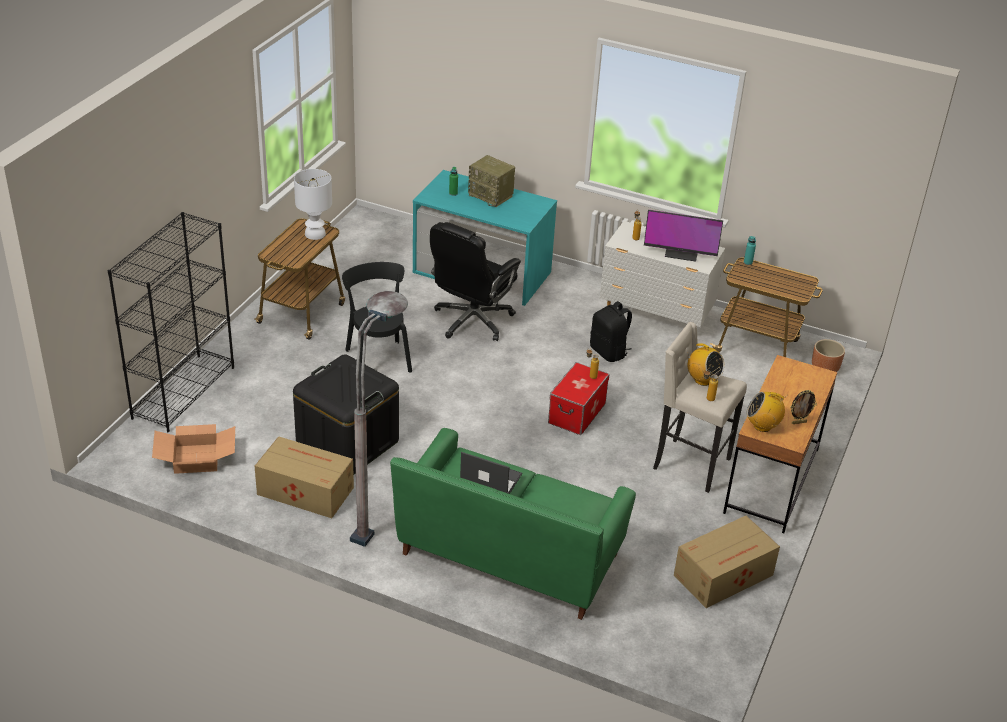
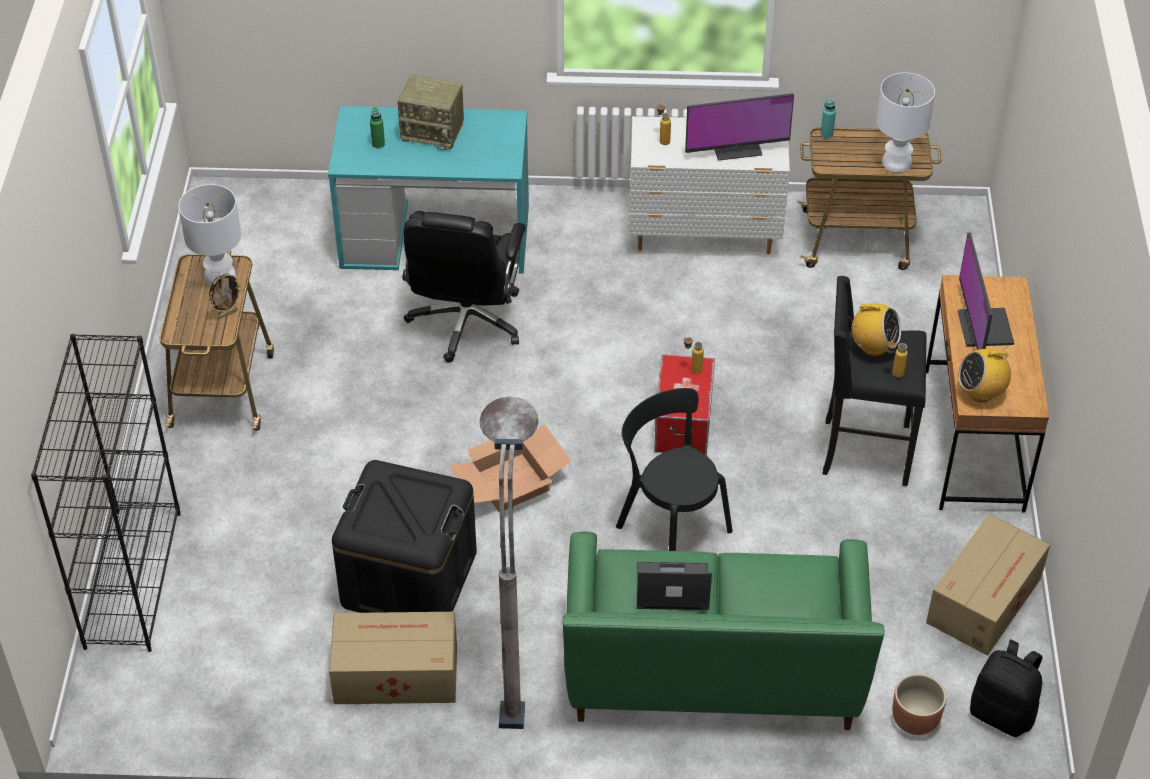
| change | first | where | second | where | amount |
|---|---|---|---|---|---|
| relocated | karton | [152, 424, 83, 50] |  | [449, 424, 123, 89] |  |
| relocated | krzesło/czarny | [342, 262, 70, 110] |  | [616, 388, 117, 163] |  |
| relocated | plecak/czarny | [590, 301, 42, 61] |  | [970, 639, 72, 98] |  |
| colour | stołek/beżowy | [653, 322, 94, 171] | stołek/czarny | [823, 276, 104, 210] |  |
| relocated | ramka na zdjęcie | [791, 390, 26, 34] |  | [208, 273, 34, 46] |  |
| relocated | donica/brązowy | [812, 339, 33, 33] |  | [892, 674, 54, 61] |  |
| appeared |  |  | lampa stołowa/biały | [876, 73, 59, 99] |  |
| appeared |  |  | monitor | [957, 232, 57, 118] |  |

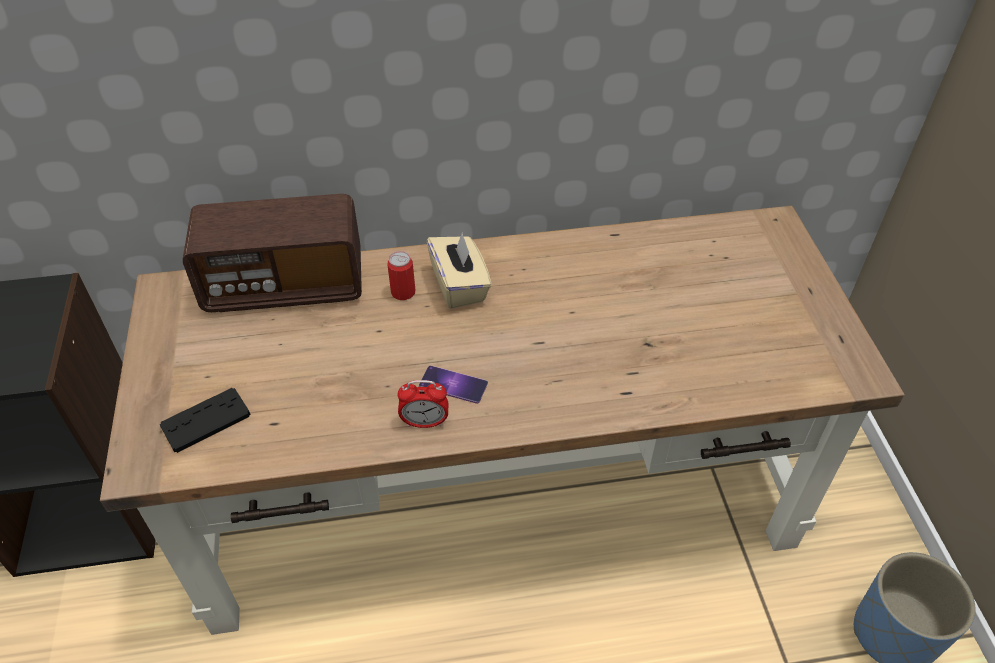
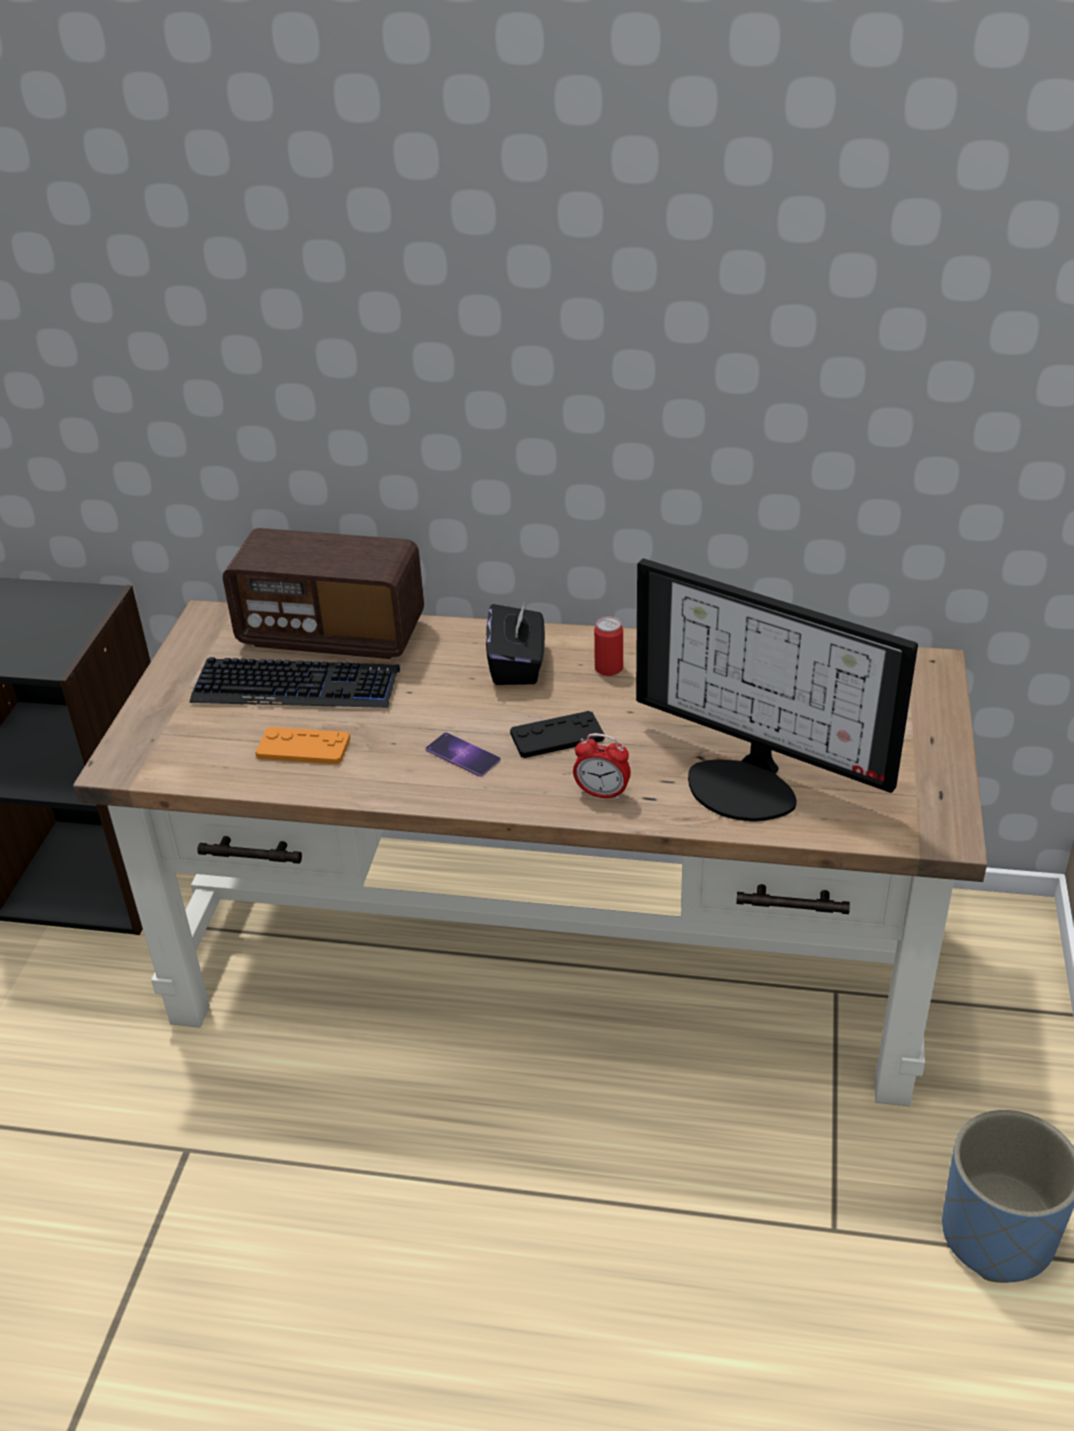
| change | first | where | second | where | amount |
|---|---|---|---|---|---|
| relocated | pad do gier/czarny | [159, 388, 92, 65] |  | [510, 711, 94, 47] |  |
| relocated | puszka | [387, 251, 28, 49] |  | [594, 617, 29, 59] |  |
| relocated | budzik | [397, 380, 51, 48] |  | [573, 733, 58, 67] |  |
| colour | pudełko chusteczek/beżowy | [427, 231, 65, 78] | pudełko chusteczek/czarny | [486, 601, 59, 84] |  |
| appeared |  |  | klawiatura | [189, 657, 211, 51] |  |
| appeared |  |  | pad do gier/pomarańczowy | [255, 727, 96, 37] |  |
| appeared |  |  | monitor | [636, 558, 282, 263] |  |

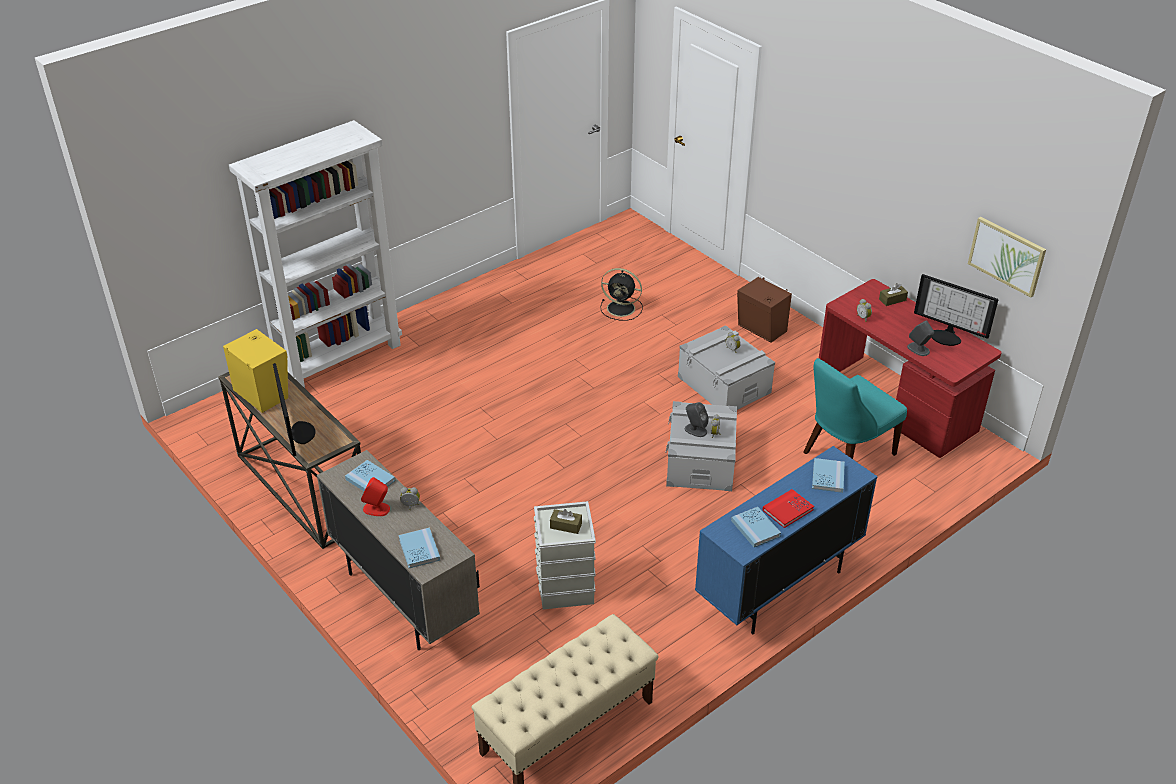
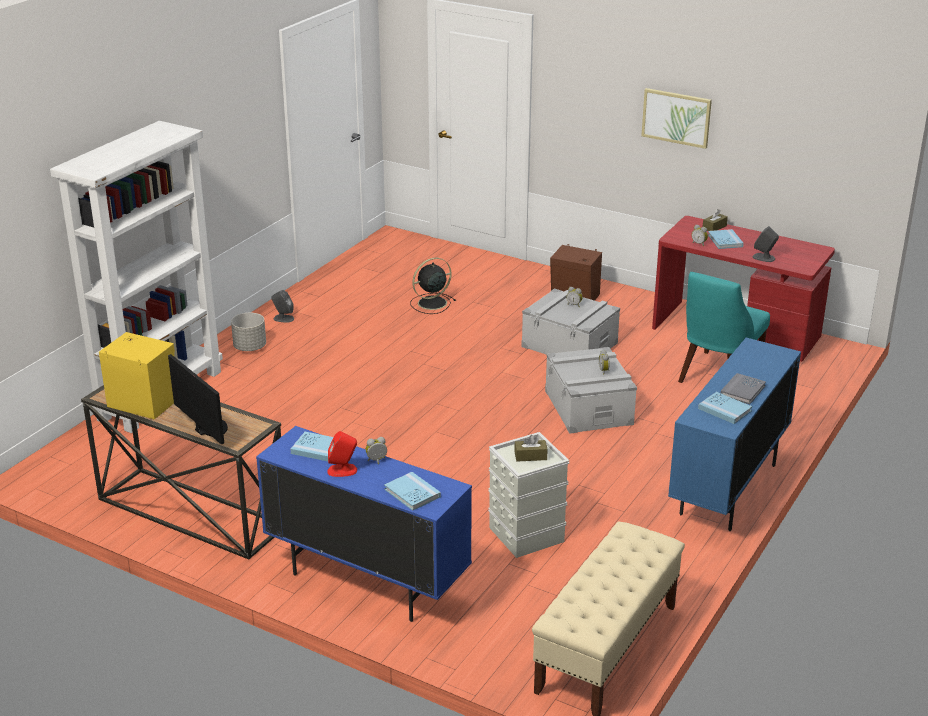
| change | first | where | second | where | amount |
|---|---|---|---|---|---|
| colour | szafka/beżowy | [317, 450, 163, 200] | szafka/niebieski | [256, 426, 216, 196] |  |
| spun | wentylator/czarny | [600, 268, 43, 53] |  | [410, 258, 46, 56] | 150 degrees clockwise |
| relocated | głośnik/szary | [685, 402, 24, 35] |  | [271, 290, 23, 33] |  |
| colour | książka/czerwony | [762, 489, 52, 39] | książka/szary | [721, 373, 45, 31] |  |
| relocated | książka/niebieski | [812, 458, 33, 35] |  | [708, 229, 36, 20] |  |
| missing | monitor | [914, 274, 85, 72] |  |  |  |
| relocated | obraz | [968, 217, 78, 80] |  | [641, 88, 71, 61] |  |
| appeared |  |  | donica/szary | [231, 313, 35, 38] |  |

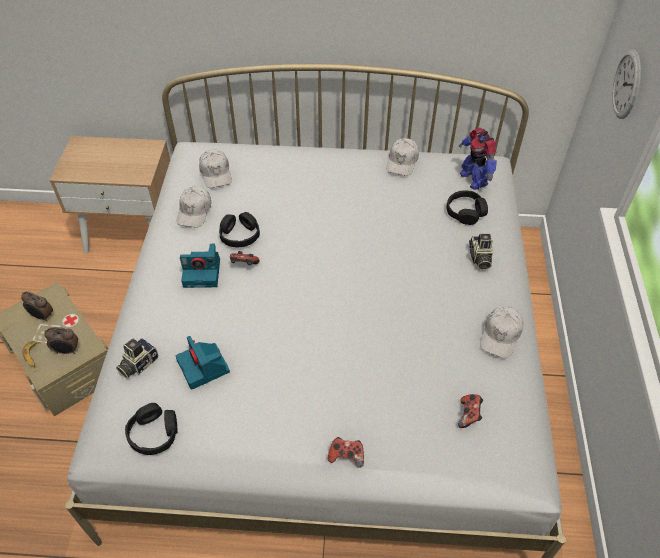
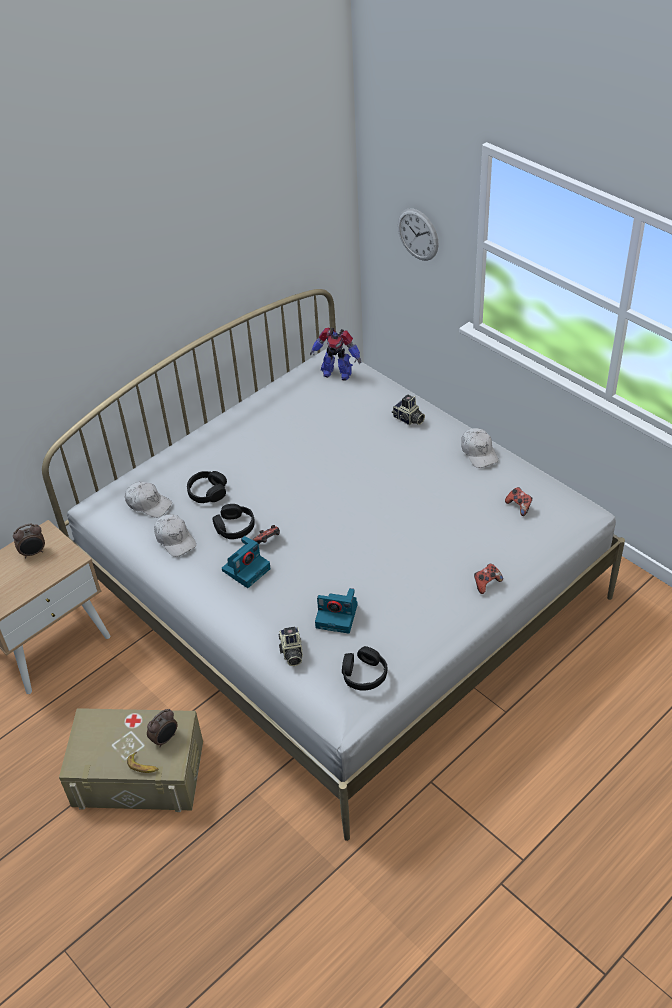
| change | first | where | second | where | amount |
|---|---|---|---|---|---|
| relocated | budzik | [21, 291, 32, 31] |  | [13, 524, 32, 34] |  |
| missing | czapka z daszkiem/biały | [386, 138, 33, 38] |  |  |  |
| relocated | słuchawki/czarny | [446, 190, 42, 35] |  | [187, 471, 40, 32] |  |

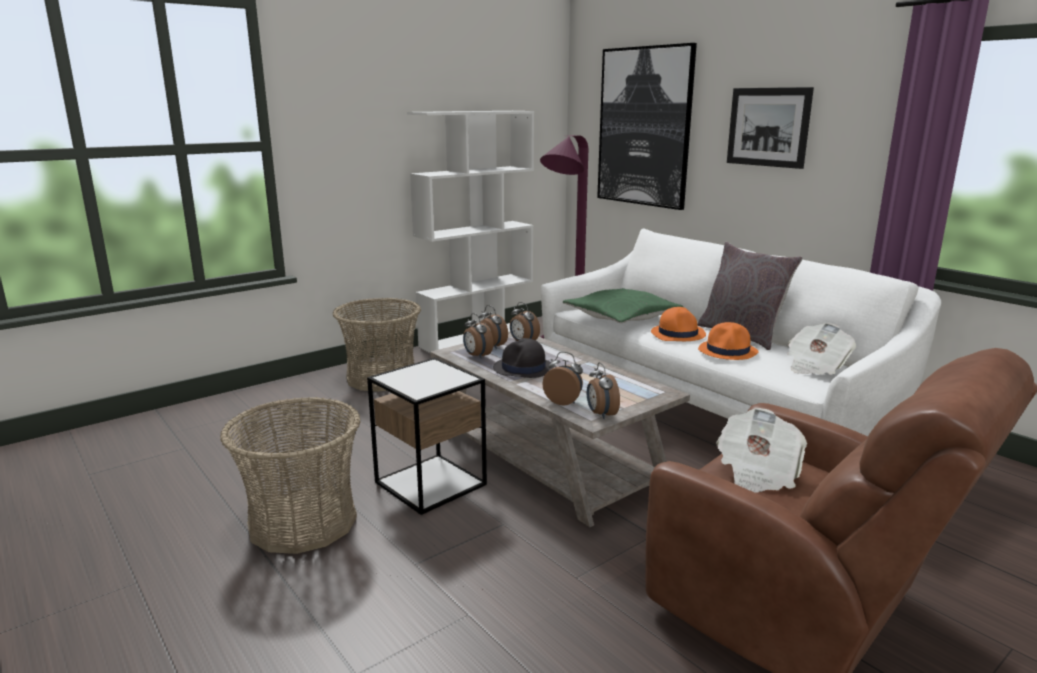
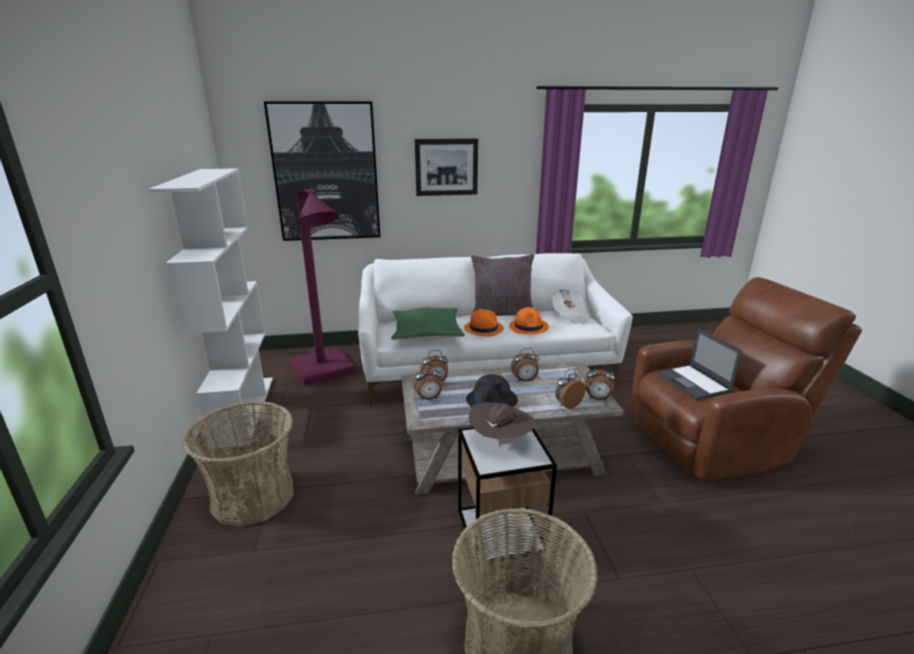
| change | first | where | second | where | amount |
|---|---|---|---|---|---|
| relocated | budzik | [463, 313, 30, 46] |  | [511, 348, 28, 34] |  |
| exchanged | gazeta | [716, 408, 91, 85] | laptop | [657, 328, 85, 72] |  |
| appeared |  |  | kapelusz/brązowy | [469, 402, 66, 46] |  |

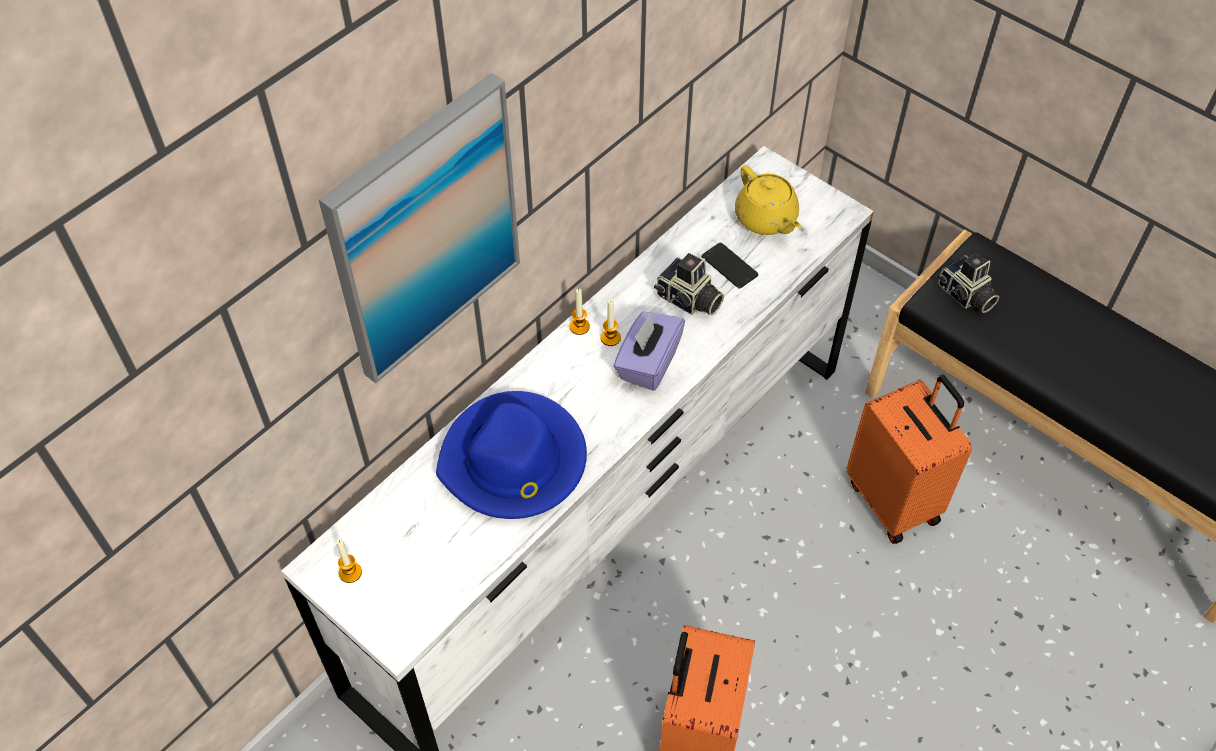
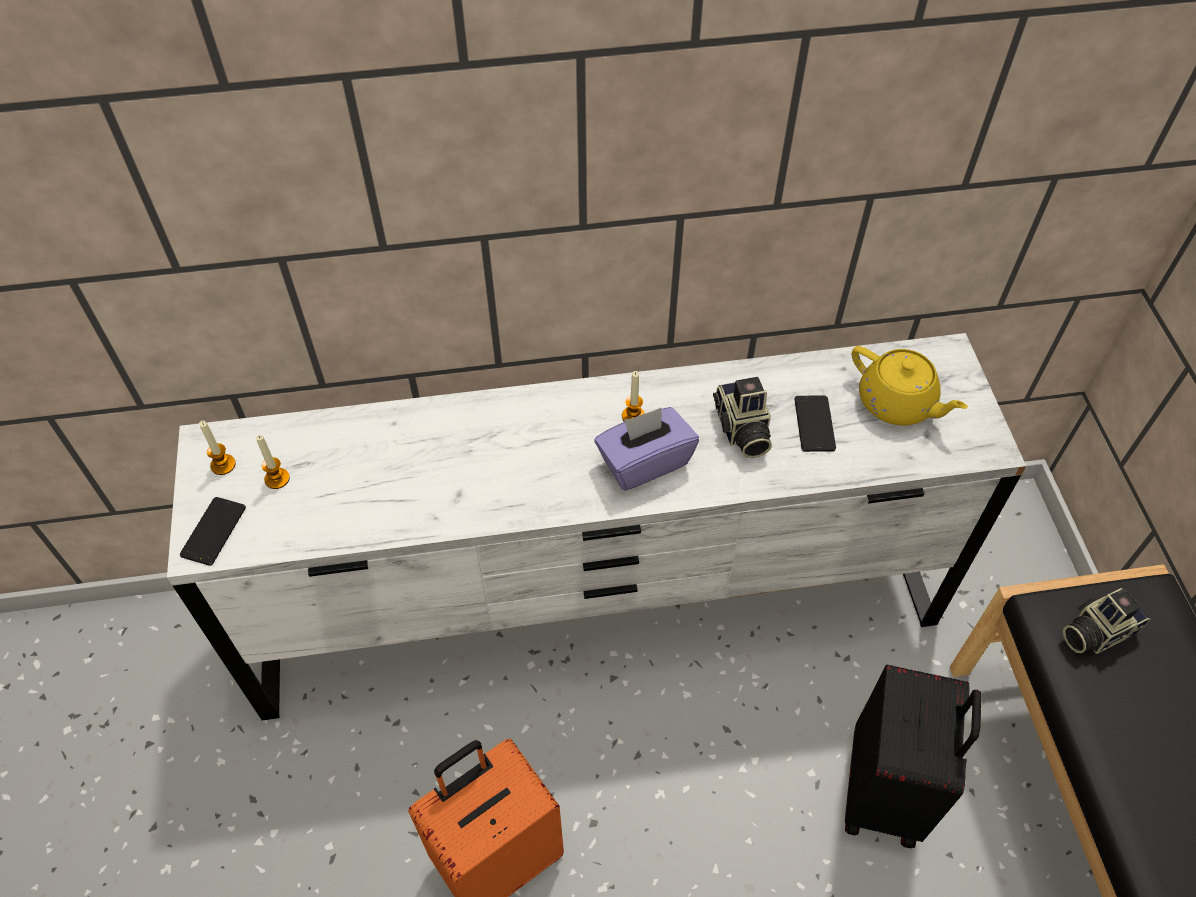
| change | first | where | second | where | amount |
|---|---|---|---|---|---|
| missing | obraz | [318, 73, 202, 310] |  |  |  |
| missing | kapelusz/niebieski | [436, 391, 151, 128] |  |  |  |
| relocated | świeca | [570, 289, 20, 46] |  | [256, 435, 34, 54] |  |
| spun | imbryk/żółty | [735, 165, 66, 70] |  | [852, 346, 116, 79] | 60 degrees counterclockwise |
| colour | walizka/pomarańczowy | [847, 375, 125, 169] | walizka/czarny | [845, 665, 137, 183] |  |
| spun | aparat fotograficzny | [937, 253, 62, 60] |  | [1063, 588, 87, 66] | 60 degrees clockwise |
| appeared |  |  | telefon | [180, 497, 66, 69] |  |

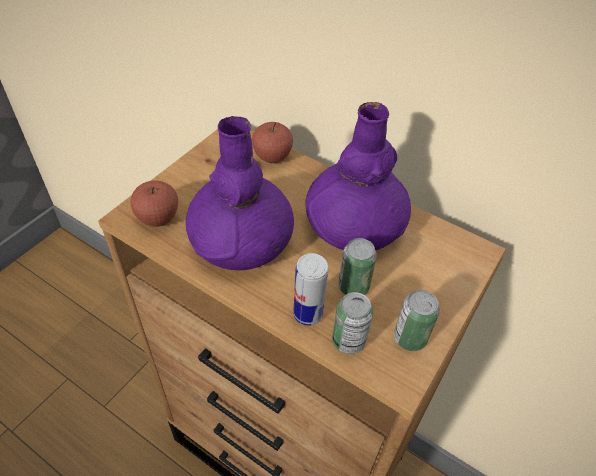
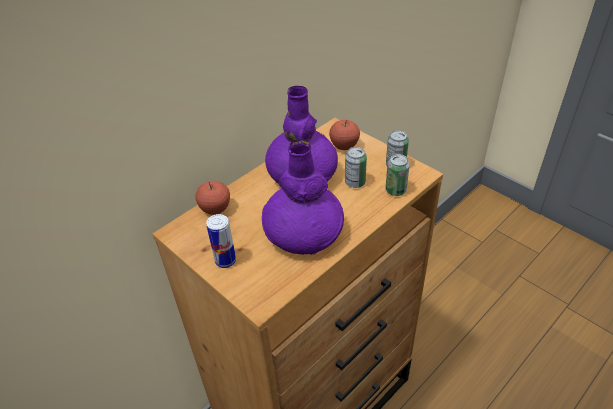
| change | first | where | second | where | amount |
|---|---|---|---|---|---|
| relocated | jabłko | [130, 181, 48, 46] |  | [329, 120, 31, 30] |  |
| relocated | puszka | [293, 253, 35, 73] |  | [206, 214, 30, 54] |  |

